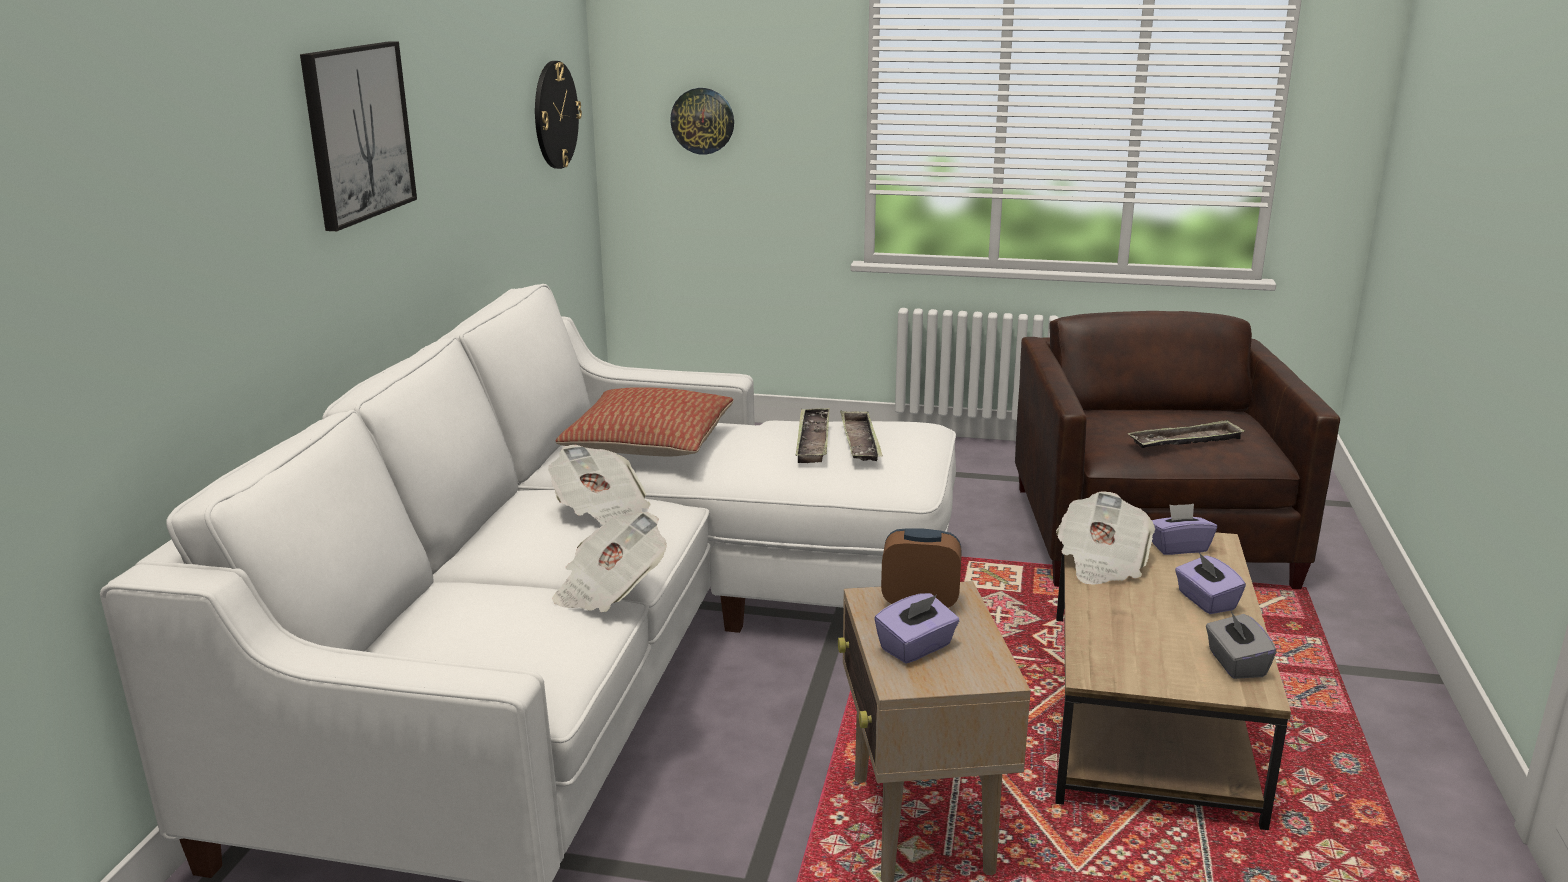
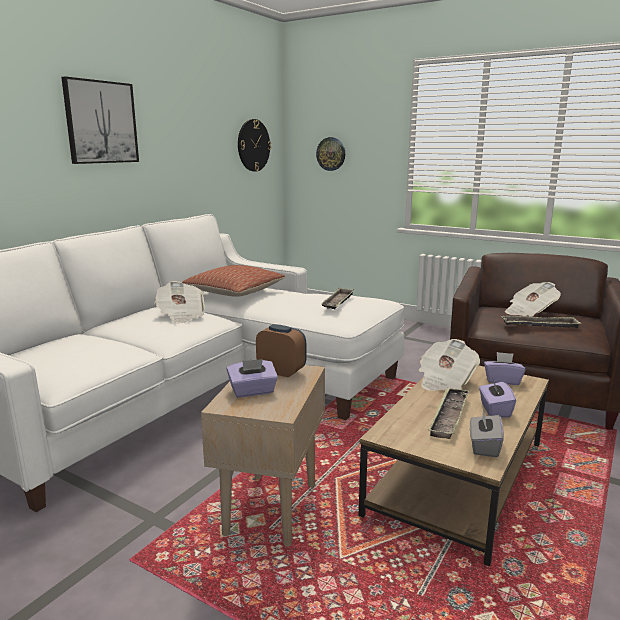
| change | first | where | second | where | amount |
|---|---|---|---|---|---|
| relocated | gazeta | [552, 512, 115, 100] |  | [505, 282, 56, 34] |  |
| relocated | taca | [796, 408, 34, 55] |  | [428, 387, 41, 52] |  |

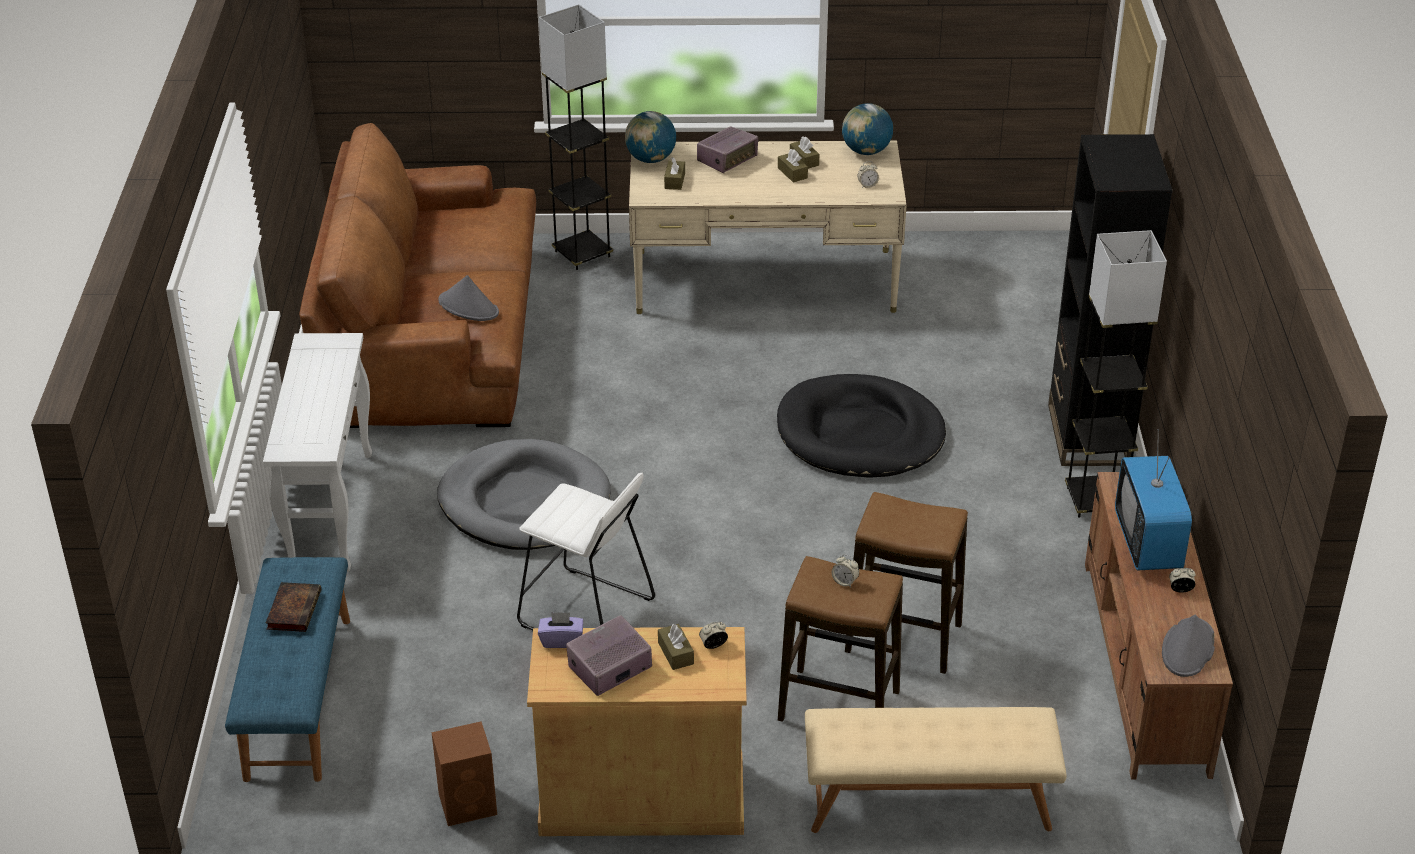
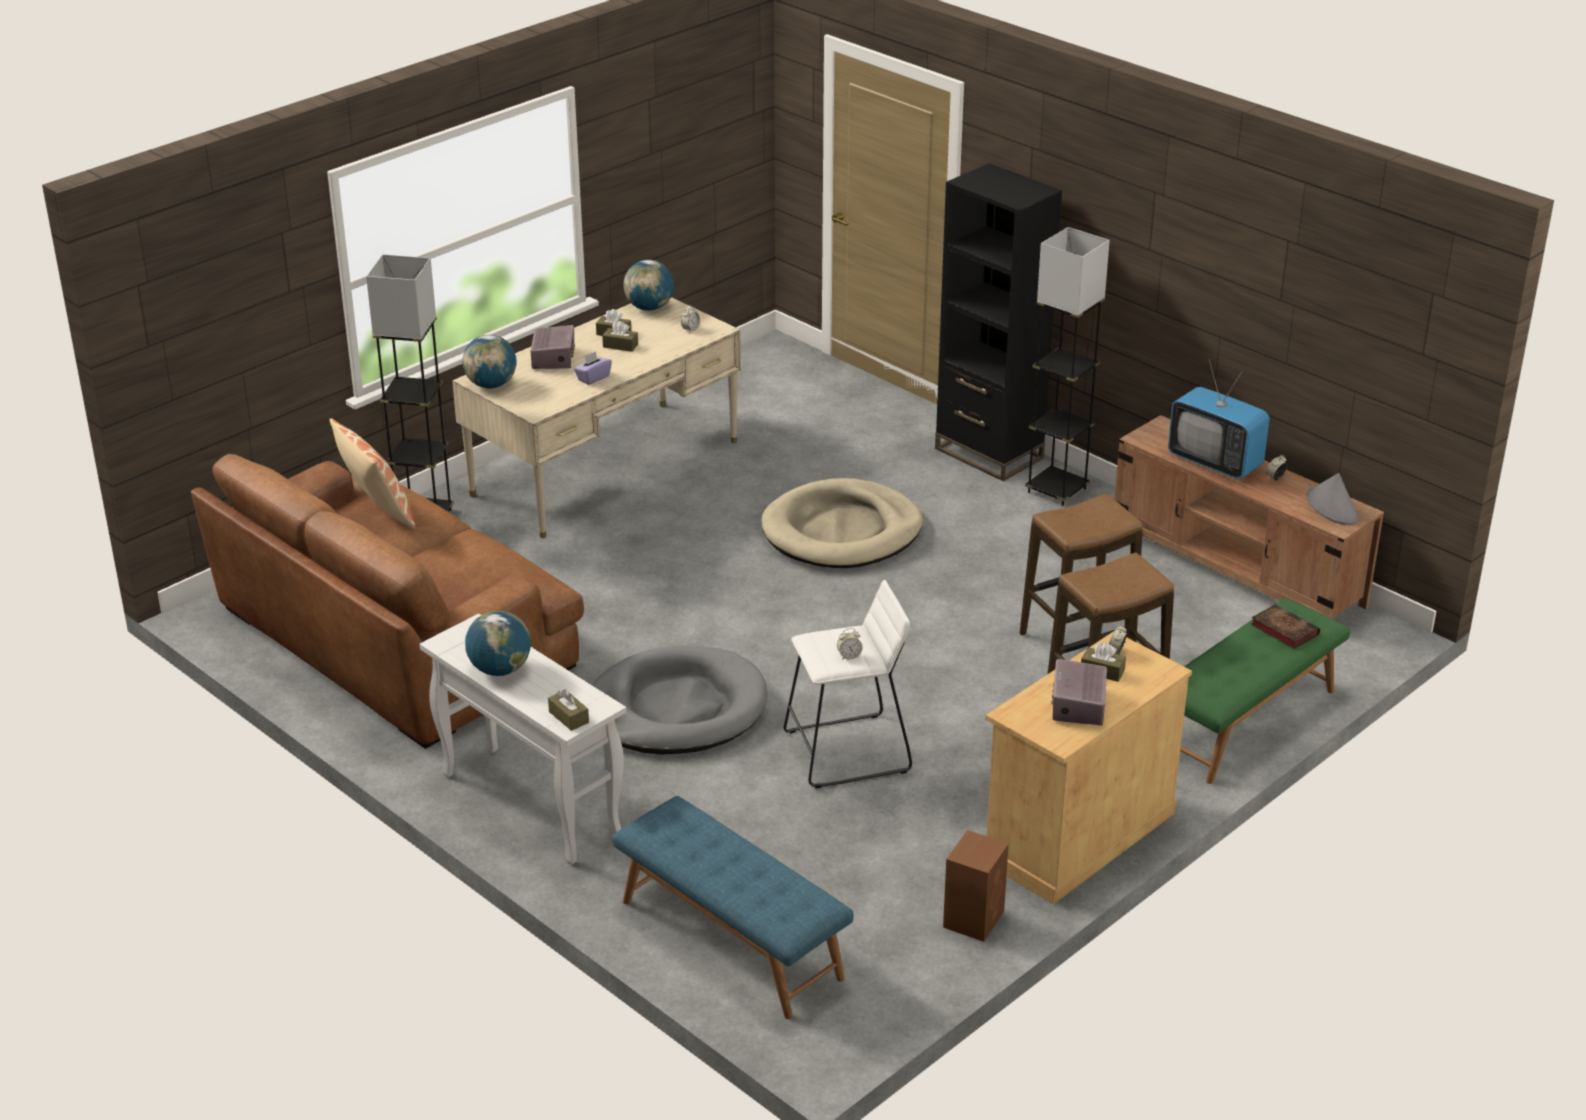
| change | first | where | second | where | amount |
|---|---|---|---|---|---|
| relocated | książka | [265, 582, 56, 50] |  | [1251, 604, 69, 45] |  |
| missing | kapelusz/szary | [438, 275, 61, 46] |  |  |  |
| relocated | pudełko chusteczek/fioletowy | [538, 612, 45, 36] |  | [574, 351, 38, 34] |  |
| relocated | pudełko chusteczek/brązowy | [664, 157, 21, 33] |  | [548, 689, 41, 42] |  |
| colour | legowisko/czarny | [777, 374, 169, 104] | legowisko/beżowy | [761, 478, 162, 90] |  |
| colour | ławka/beżowy | [805, 707, 262, 126] | ławka/zielony | [1180, 598, 170, 186] |  |
| relocated | budzik | [832, 554, 27, 34] |  | [837, 628, 25, 32] |  |
| appeared |  |  | poduszka | [330, 418, 86, 111] |  |
| appeared |  |  | globus | [465, 611, 66, 65] |  |

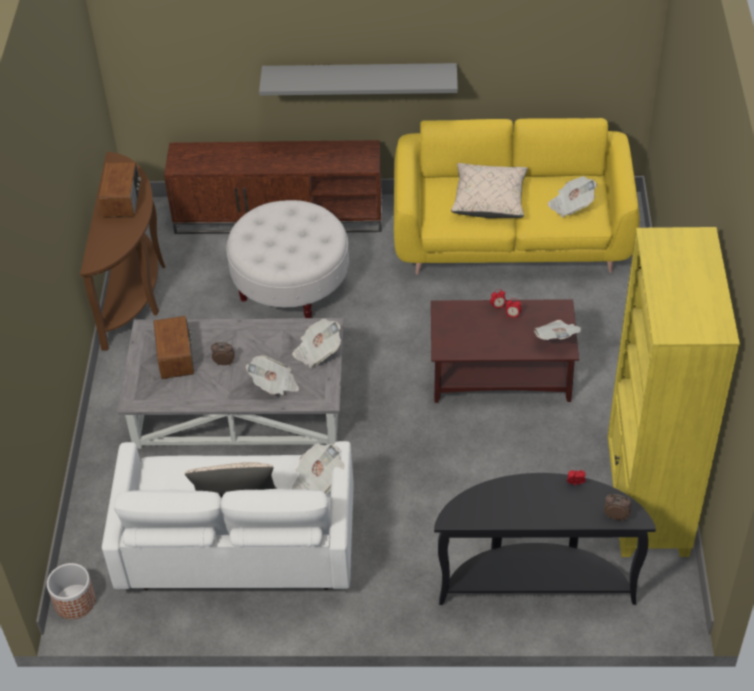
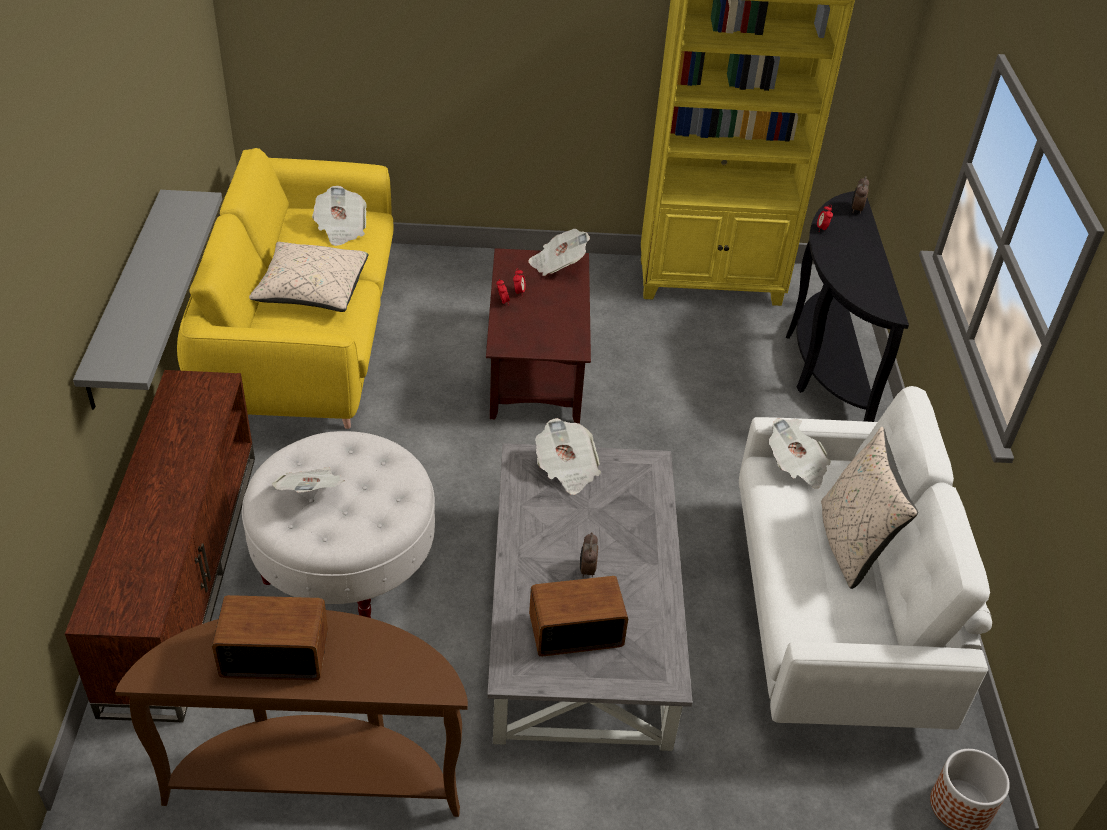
| change | first | where | second | where | amount |
|---|---|---|---|---|---|
| relocated | gazeta | [246, 355, 53, 40] |  | [272, 467, 73, 26] |  |

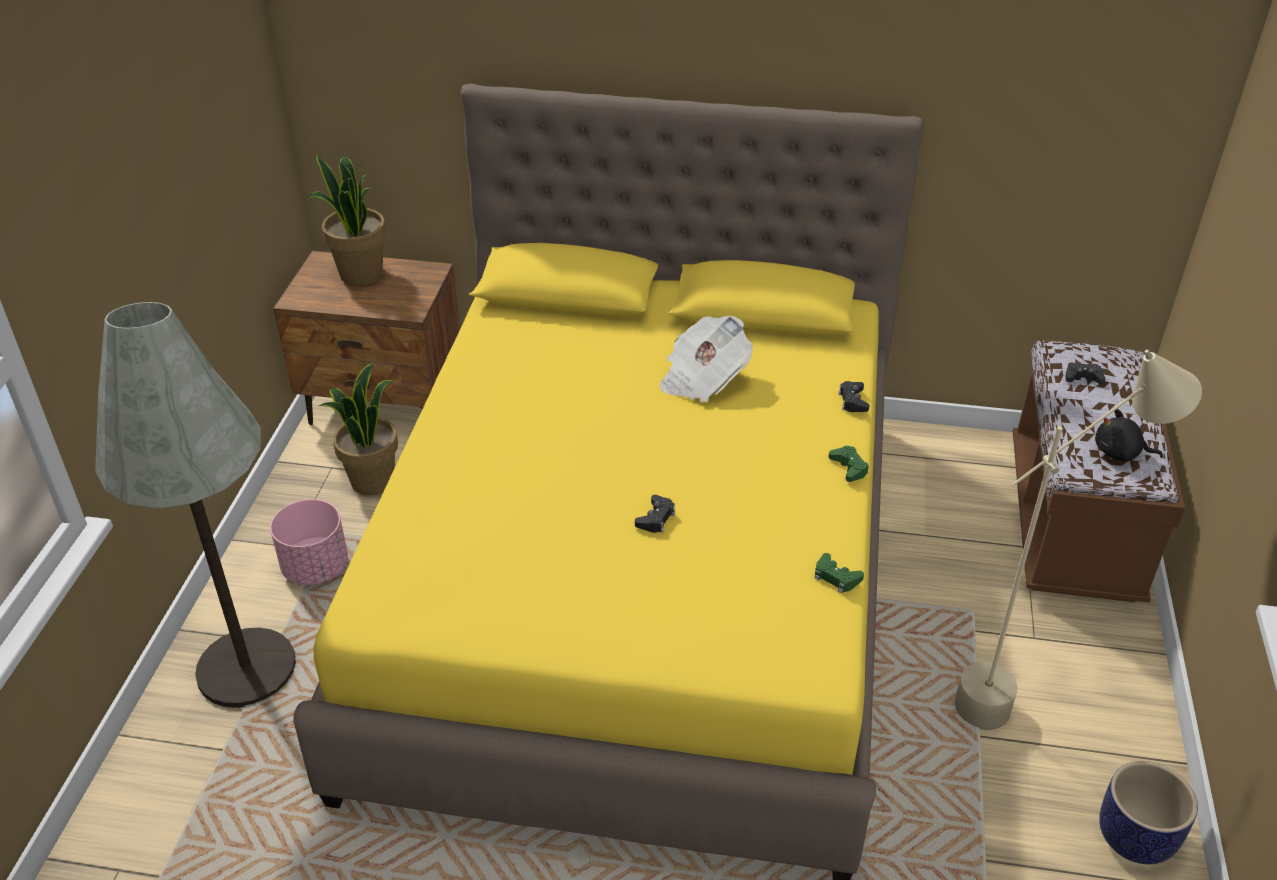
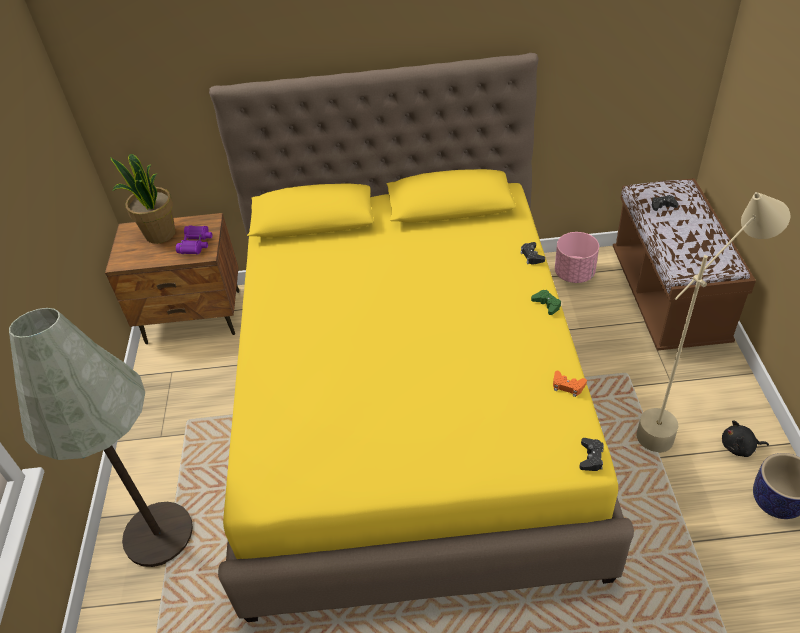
| change | first | where | second | where | amount |
|---|---|---|---|---|---|
| relocated | donica/różowy | [270, 499, 78, 86] |  | [555, 232, 44, 51] |  |
| missing | roślina doniczkowa | [319, 362, 79, 134] |  |  |  |
| relocated | pad do gier/czarny | [635, 495, 40, 38] |  | [579, 438, 25, 33] |  |
| missing | gazeta | [659, 316, 94, 86] |  |  |  |
| colour | pad do gier/zielony | [814, 553, 50, 40] | pad do gier/pomarańczowy | [553, 371, 34, 26] |  |
| relocated | pluszak/czarny | [1095, 409, 68, 53] |  | [722, 420, 47, 37] |  |
| appeared |  |  | lornetka/fioletowy | [176, 225, 37, 29] |  |

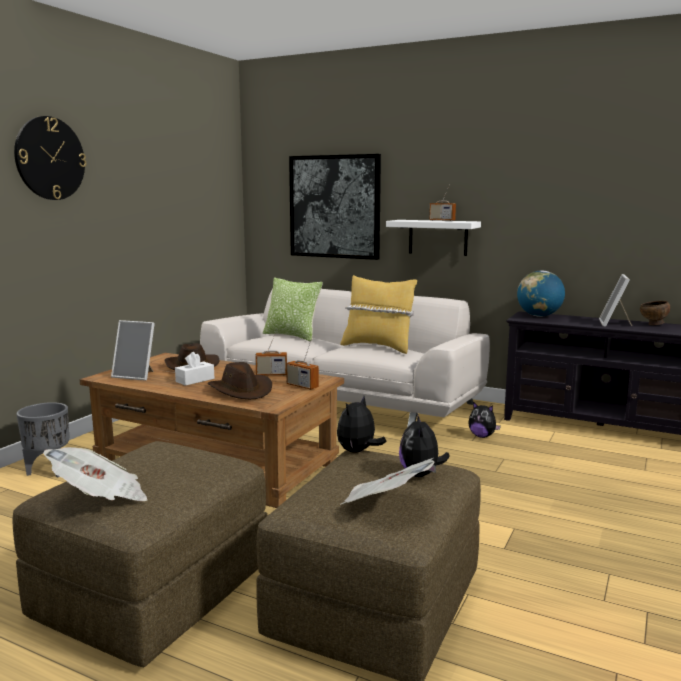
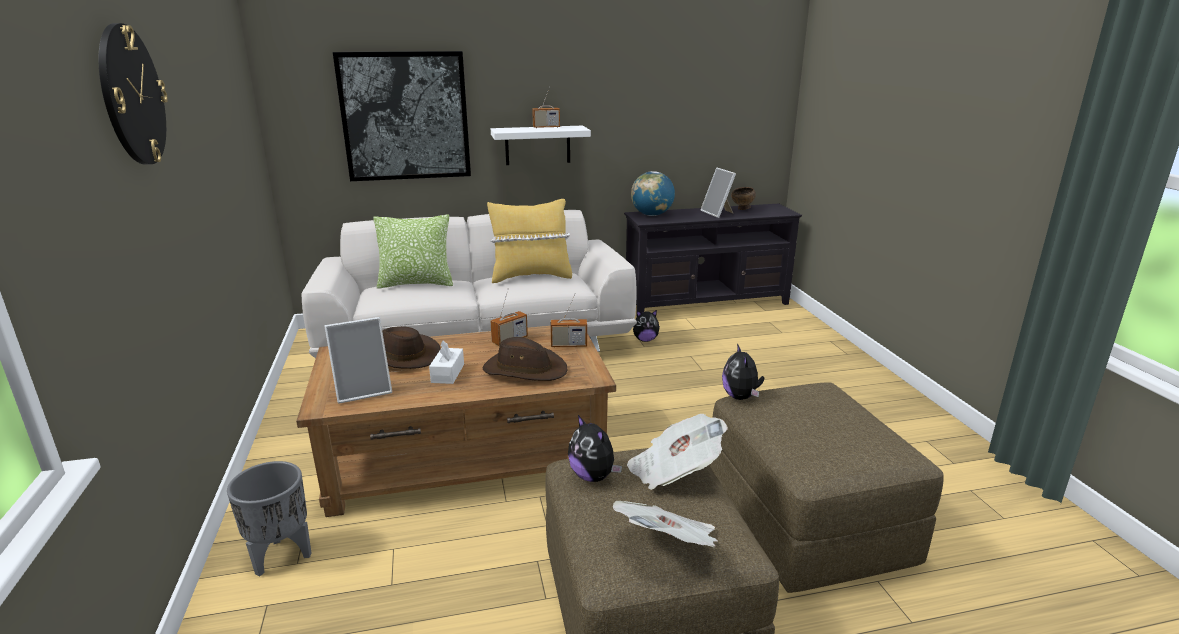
| change | first | where | second | where | amount |
|---|---|---|---|---|---|
| relocated | gazeta | [340, 458, 95, 47] |  | [627, 414, 101, 76] |  |
| relocated | pluszak | [399, 413, 50, 64] |  | [568, 415, 54, 67] |  |

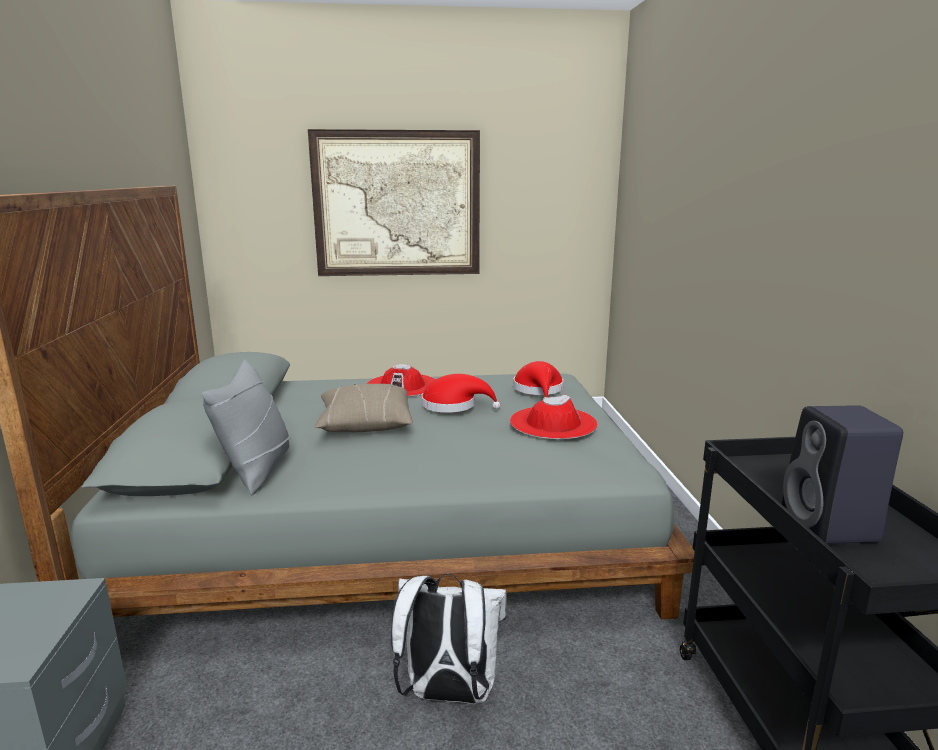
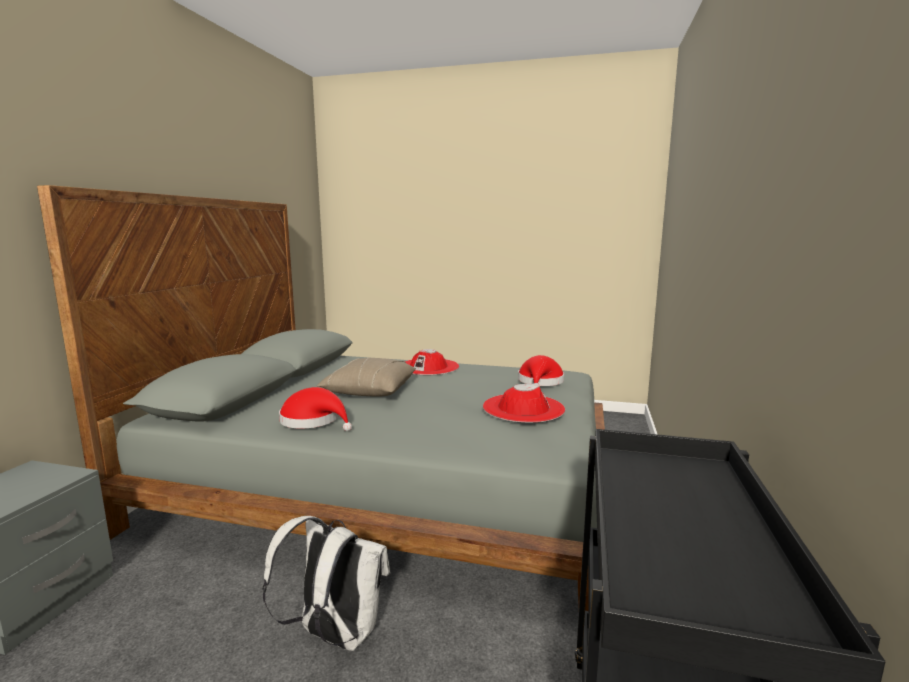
| change | first | where | second | where | amount |
|---|---|---|---|---|---|
| missing | poduszka/szary | [202, 359, 88, 136] |  |  |  |
| missing | obraz | [308, 129, 172, 147] |  |  |  |
| relocated | kapelusz/czerwony | [421, 374, 80, 39] |  | [279, 387, 73, 44] |  |
| missing | głośnik/czarny | [782, 405, 121, 139] |  |  |  |

